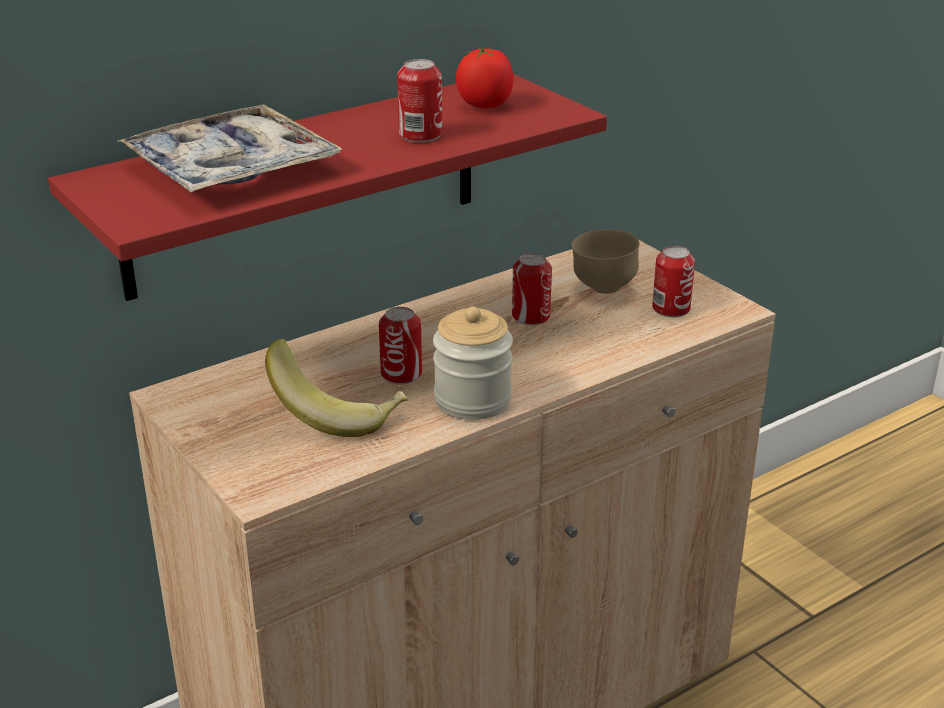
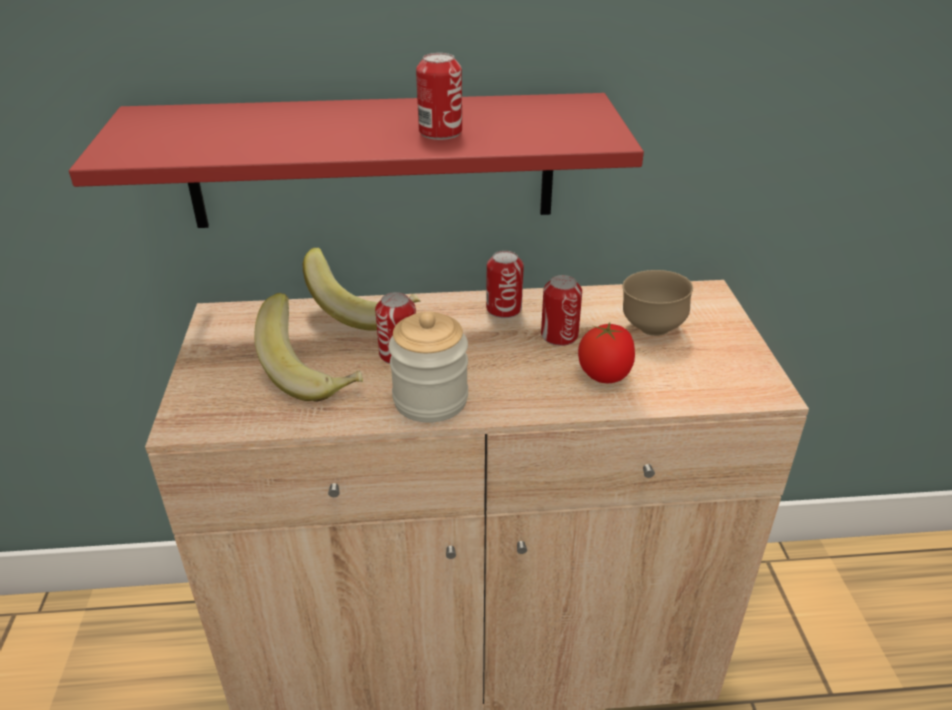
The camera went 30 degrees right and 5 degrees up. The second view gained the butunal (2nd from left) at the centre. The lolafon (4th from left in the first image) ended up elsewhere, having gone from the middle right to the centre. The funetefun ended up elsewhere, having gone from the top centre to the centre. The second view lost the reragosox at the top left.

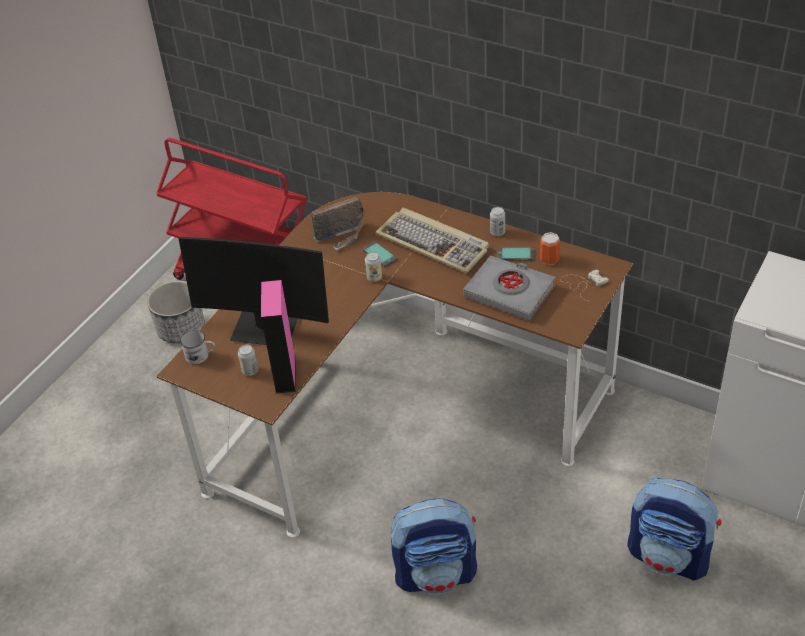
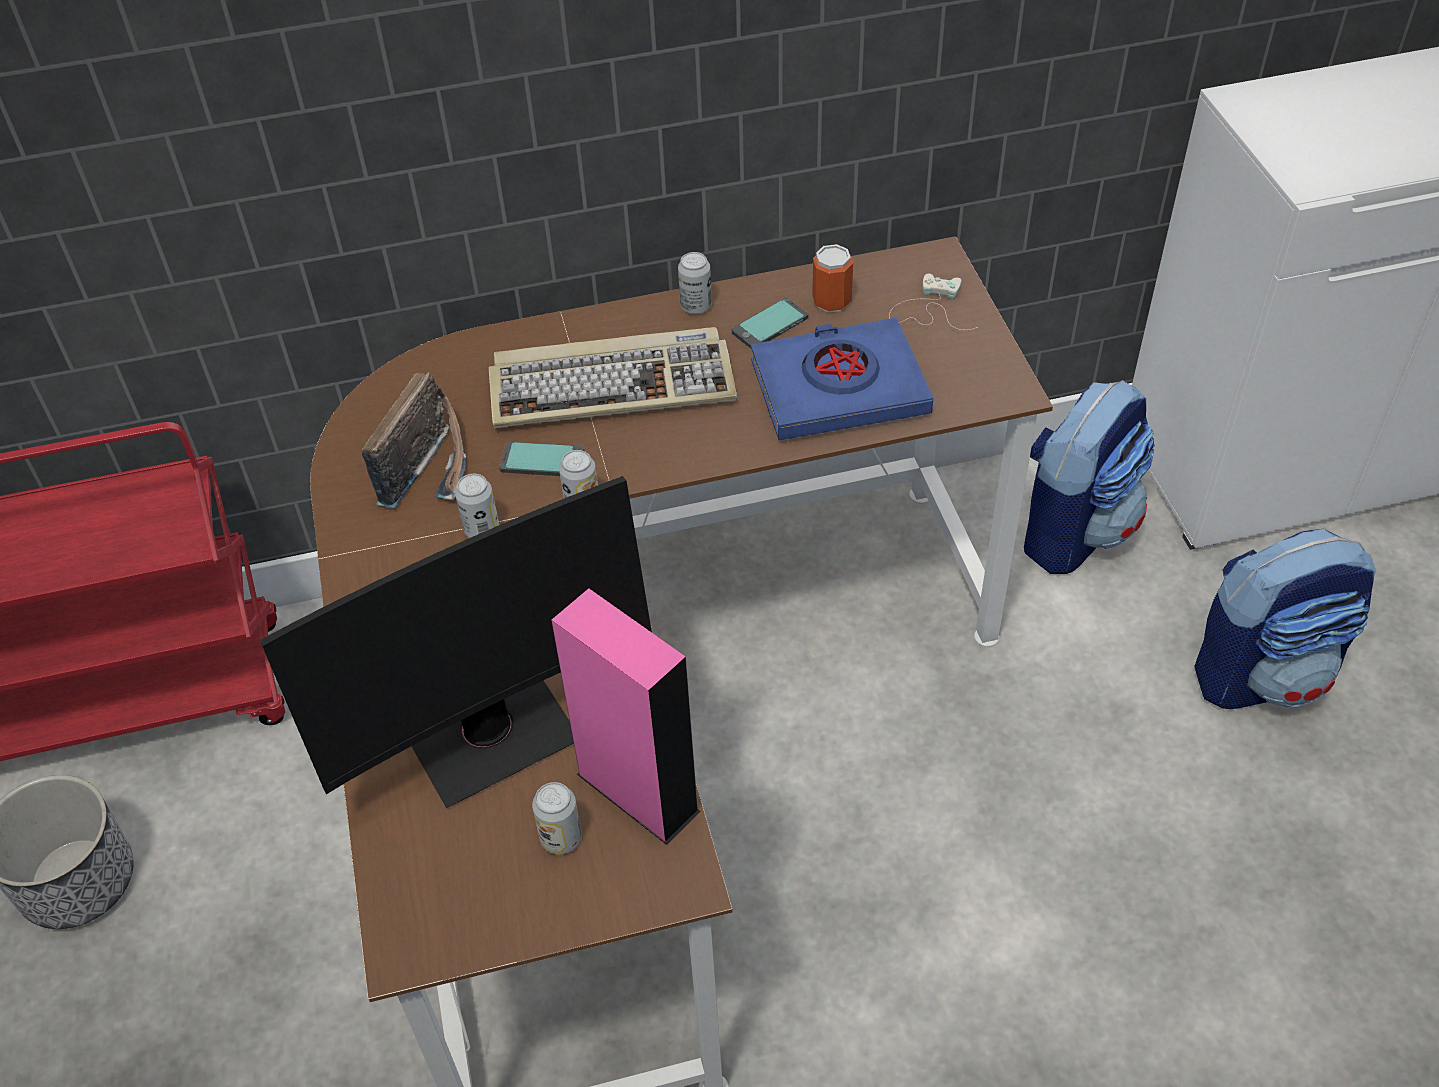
The camera went 45 degrees left and 5 degrees up. The second view gained the lolafon (1st from left) at the middle left. What was the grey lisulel at the centre turned into the blue lisulel at the centre. The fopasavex (1st from left) ended up elsewhere, having gone from the bottom centre to the middle right. The second view lost the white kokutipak at the middle left.

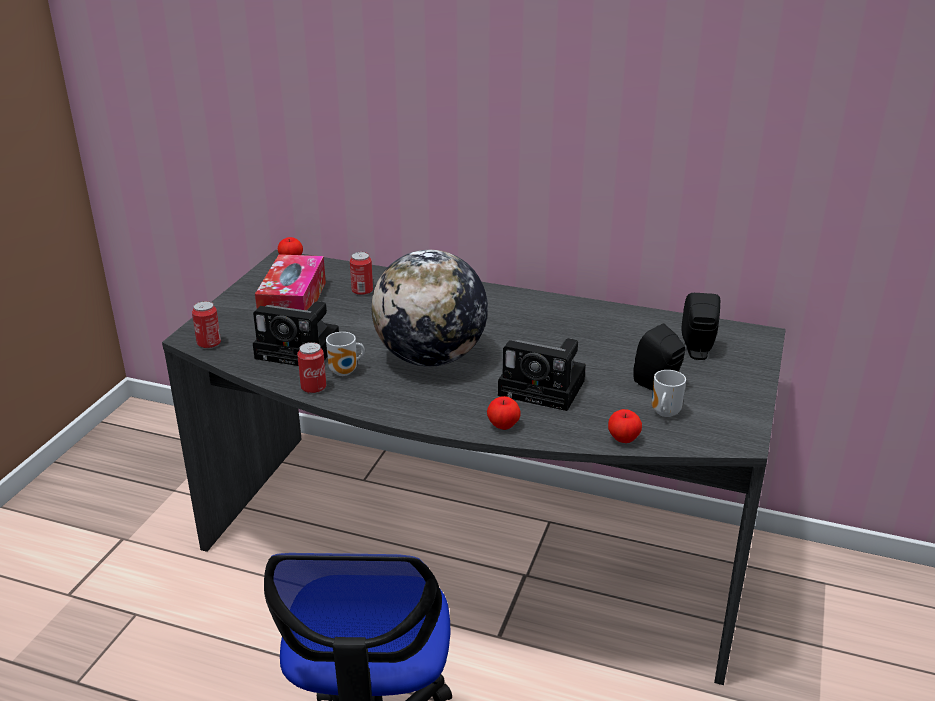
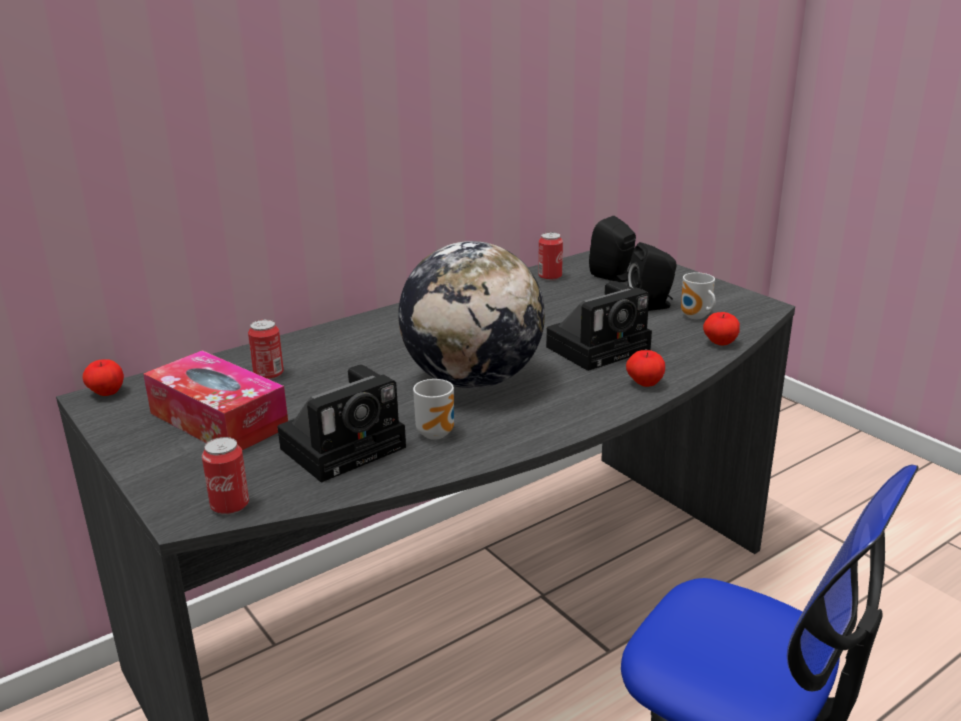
The camera went 55 degrees left and 5 degrees down. The lolafon (2nd from left in the first image) ended up elsewhere, having gone from the middle left to the centre.

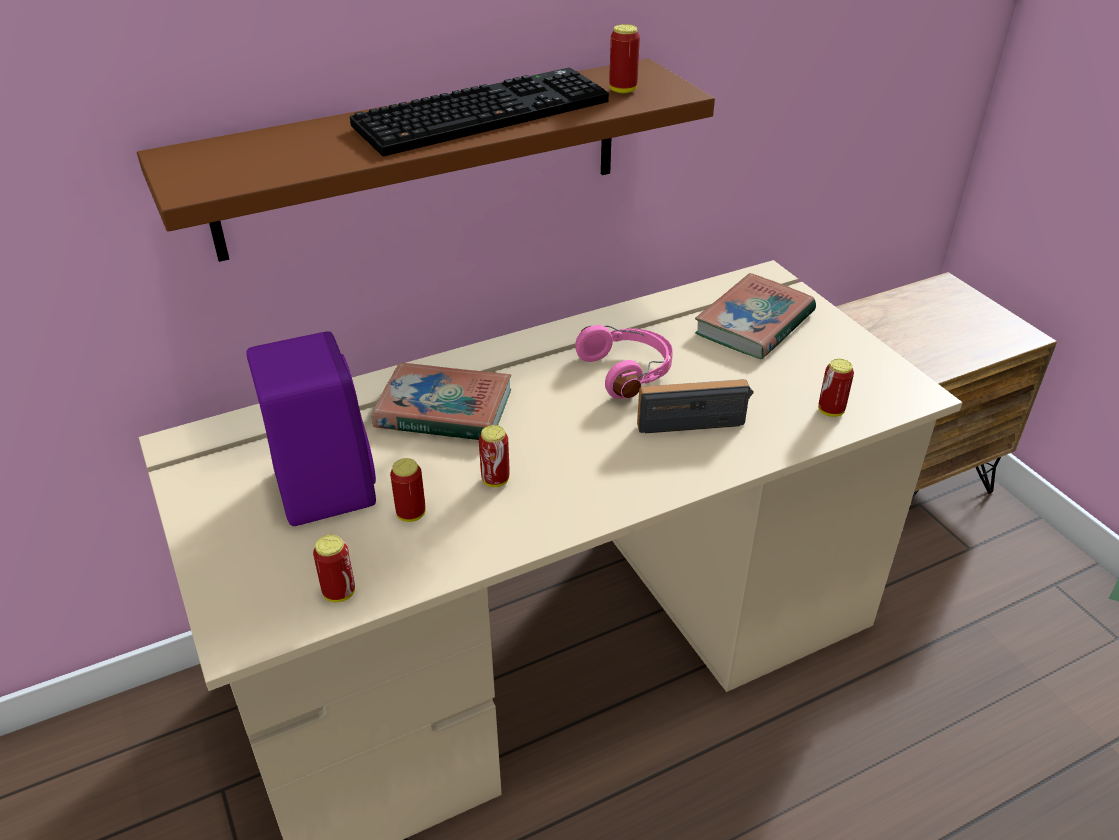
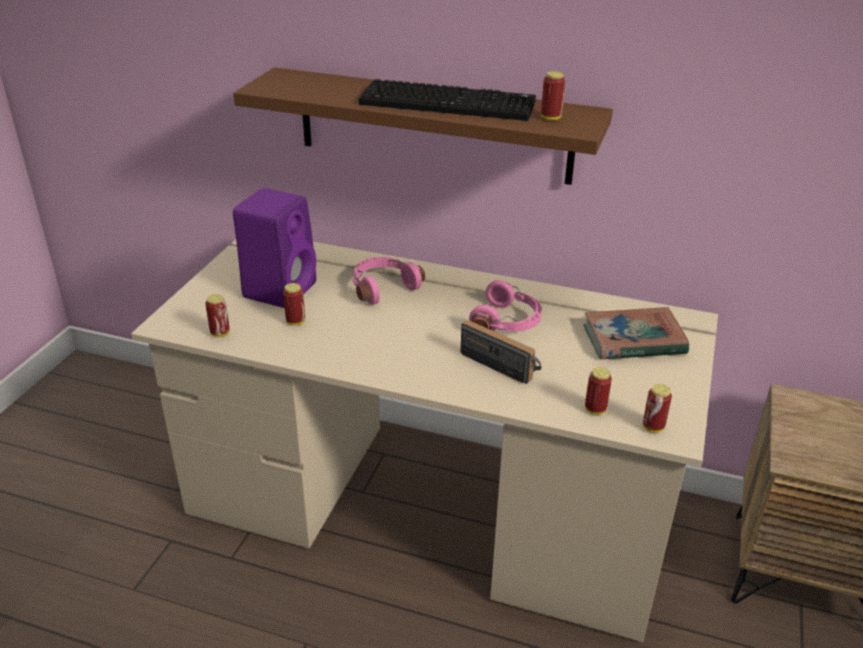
The camera went 45 degrees right and 5 degrees down. Where the lisulel (1st from left) stood at the centre, the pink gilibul (1st from left) came to stand at the centre. The lolafon (3rd from left in the first image) ended up elsewhere, having gone from the centre to the middle right.

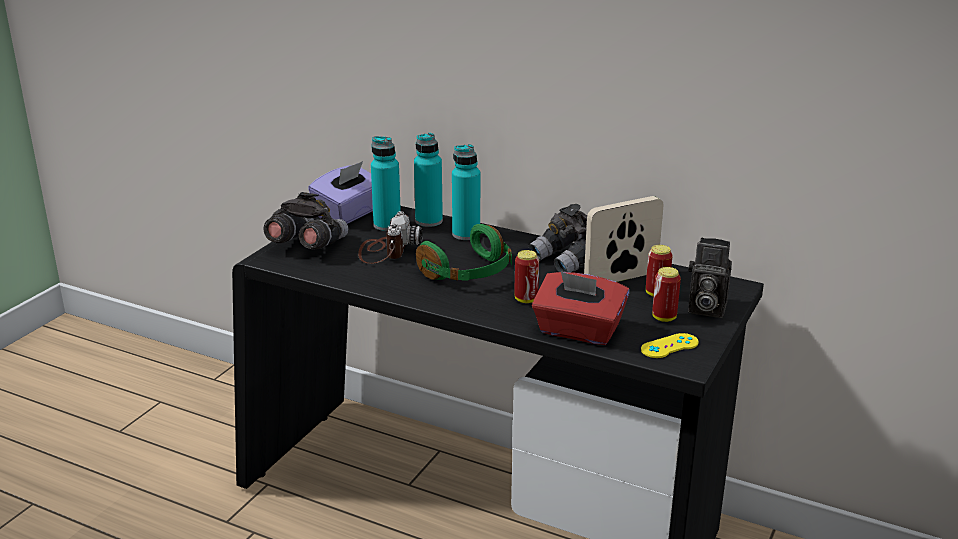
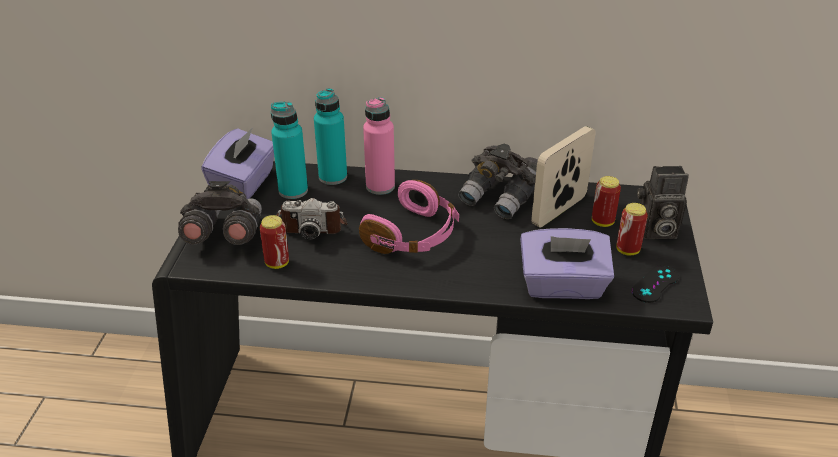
The camera went 20 degrees left and 10 degrees up. The lolafon (1st from left) ended up elsewhere, having gone from the centre to the middle left. The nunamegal (1st from left) at the centre ended up facing another way, 105 degrees clockwise from before. What was the green gilibul at the centre turned into the pink gilibul at the centre. What was the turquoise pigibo (3rd from left) at the centre turned into the pink pigibo at the top centre. What was the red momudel at the centre turned into the purple momudel (2nd from left) at the middle right. What was the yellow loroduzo at the middle right turned into the black loroduzo at the middle right.

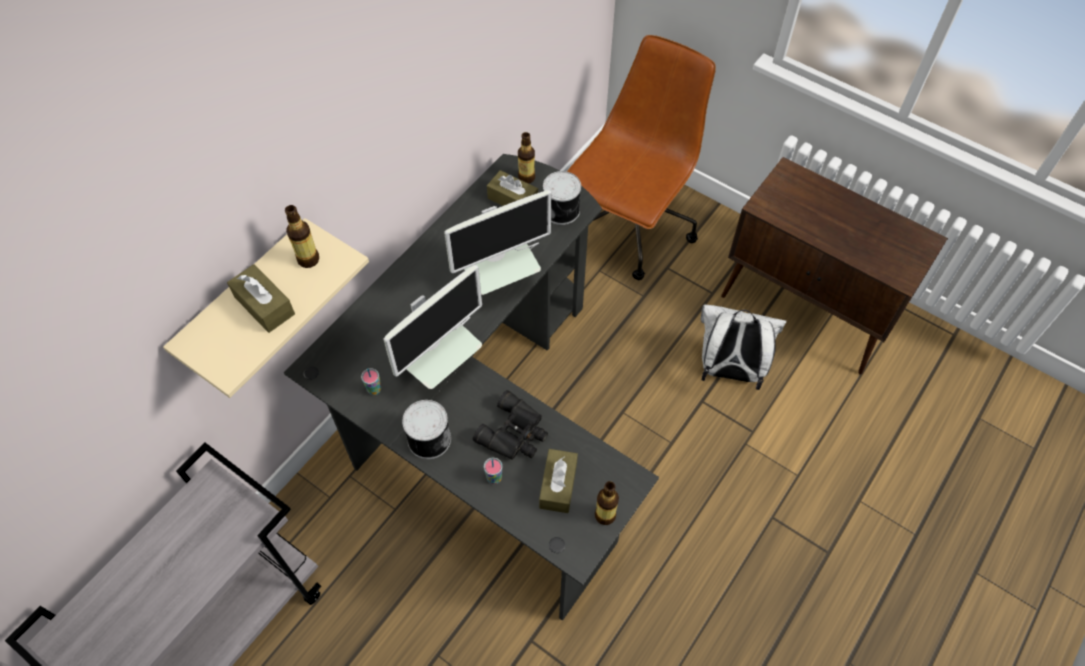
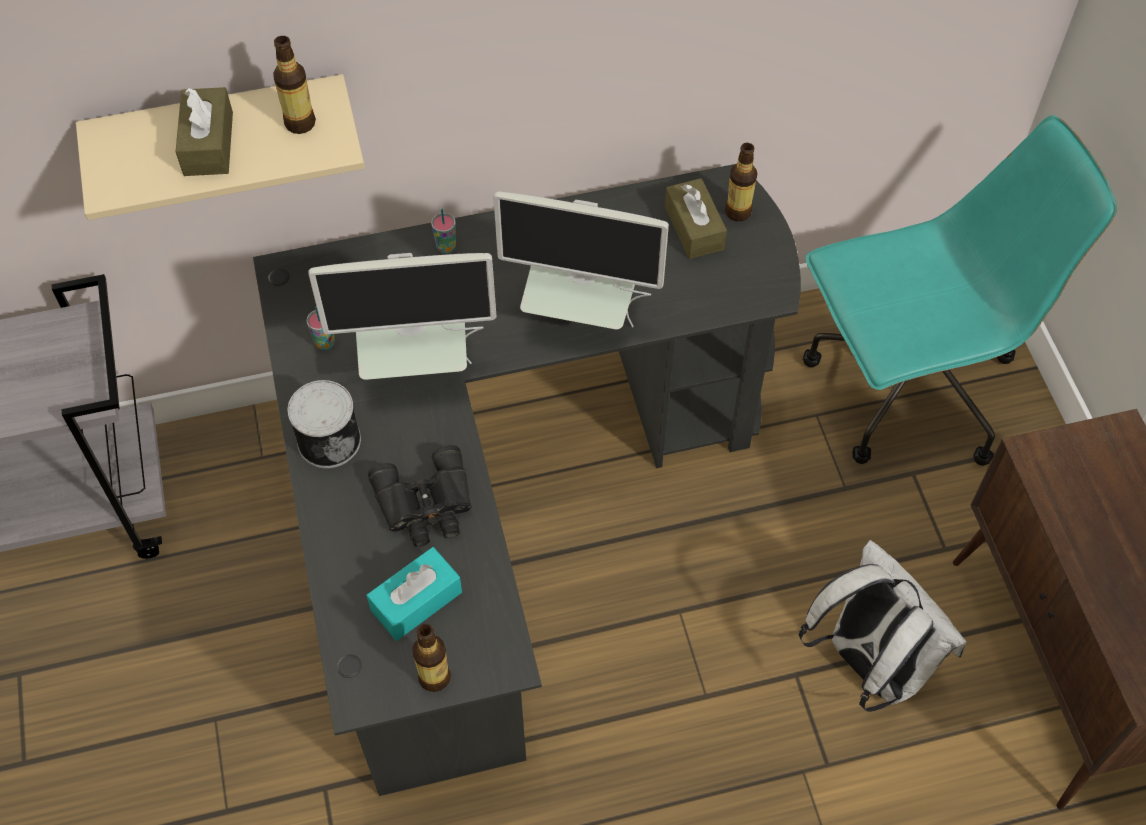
The camera went 40 degrees right and 0 degrees up. What was the brown momudel (3rd from left) at the bottom centre turned into the turquoise momudel at the bottom centre. The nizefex (2nd from left) ended up elsewhere, having gone from the bottom centre to the top centre. What was the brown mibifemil at the top centre turned into the turquoise mibifemil at the middle right. The second view lost the lolafon (2nd from left) at the top centre.

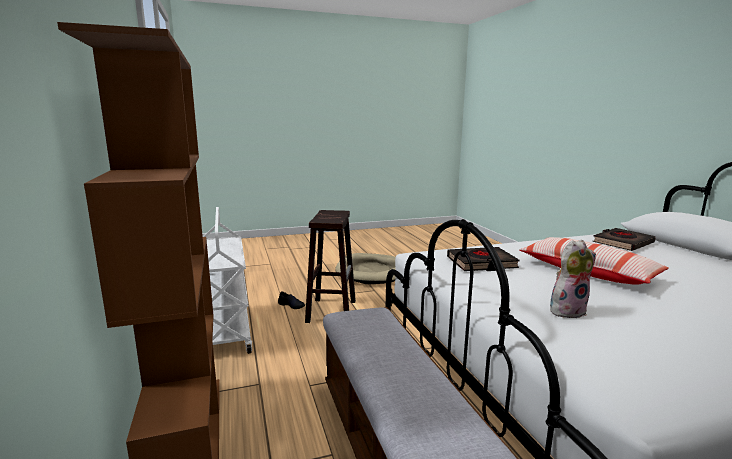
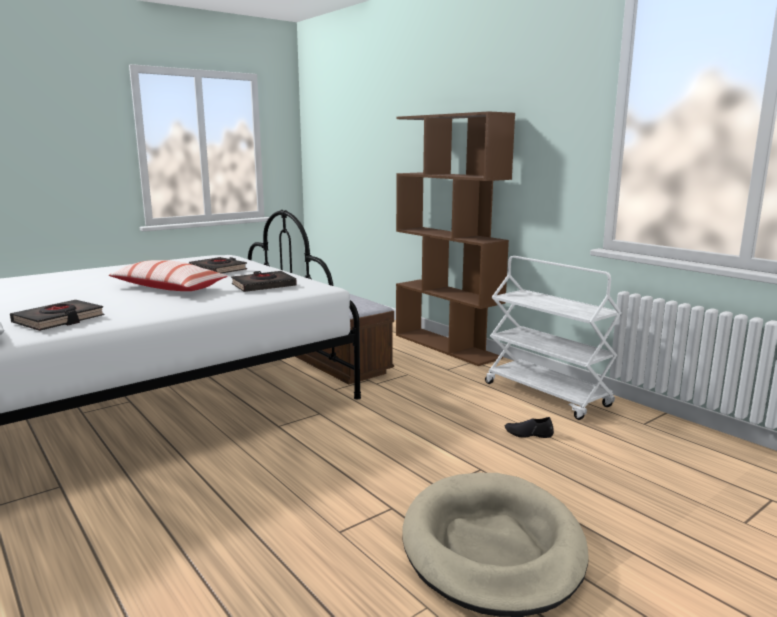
The camera went 160 degrees right and 0 degrees up. Where the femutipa stood at the middle right, the black lisulel (2nd from left) came to stand at the middle left. The second view lost the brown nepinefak at the centre.

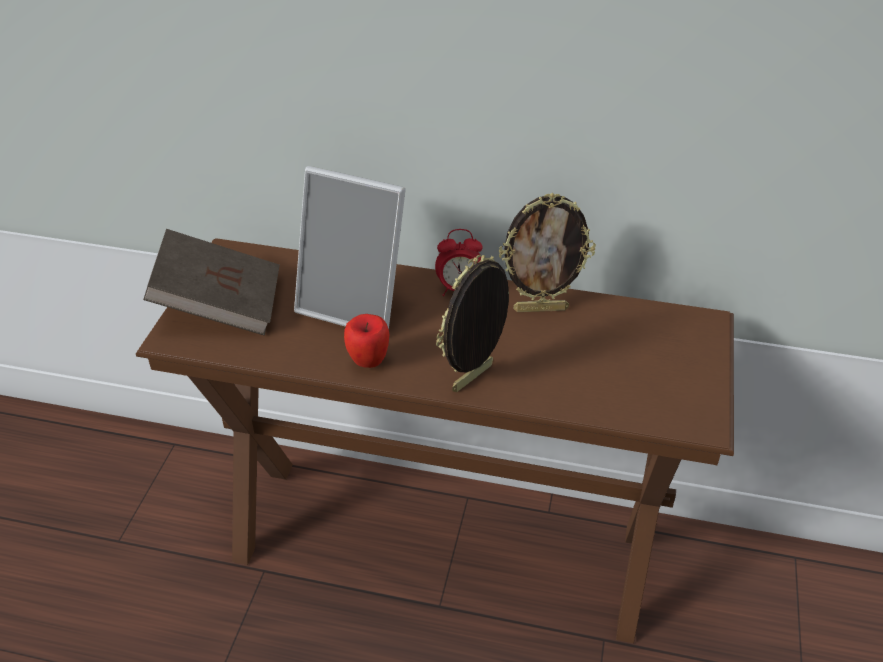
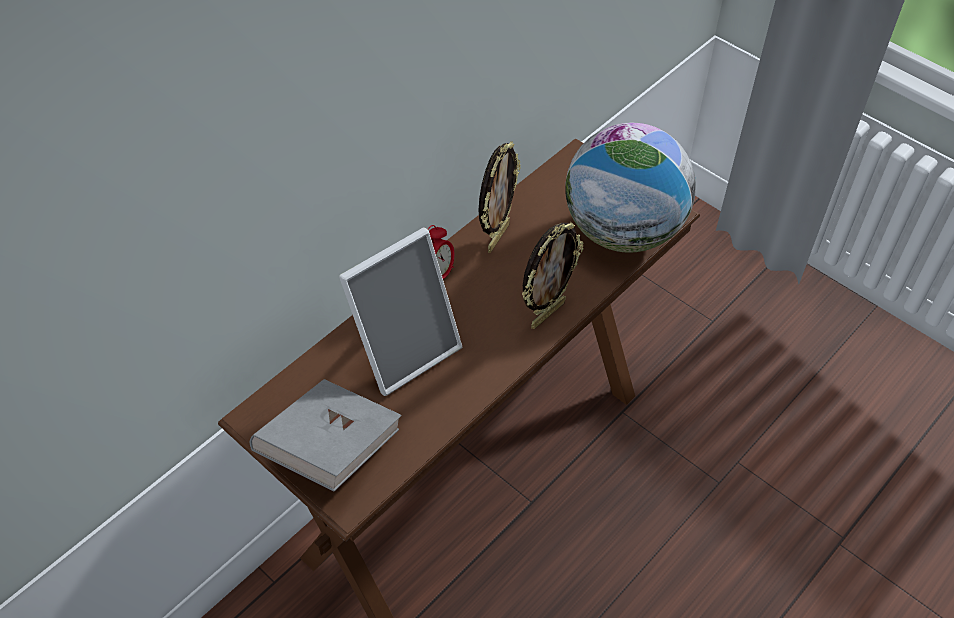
The camera went 60 degrees left and 10 degrees up. What was the brown lisulel at the middle left turned into the grey lisulel at the bottom centre. The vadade (2nd from left in the first image) at the centre ended up facing another way, 120 degrees counterclockwise from before. The second view gained the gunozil at the top centre. The second view lost the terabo at the centre.

